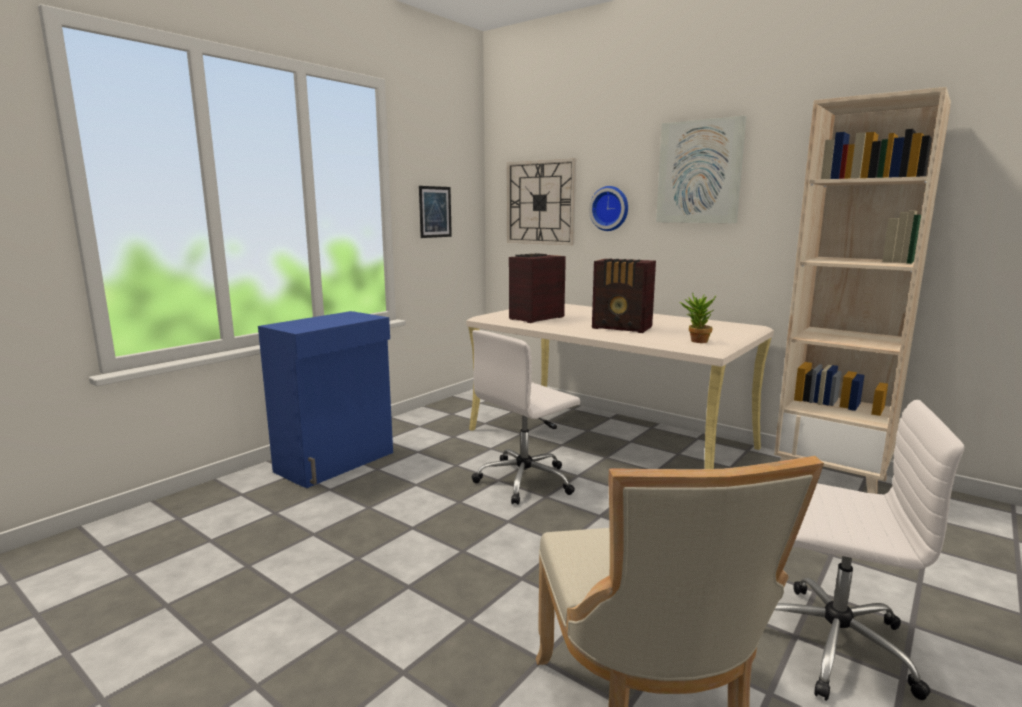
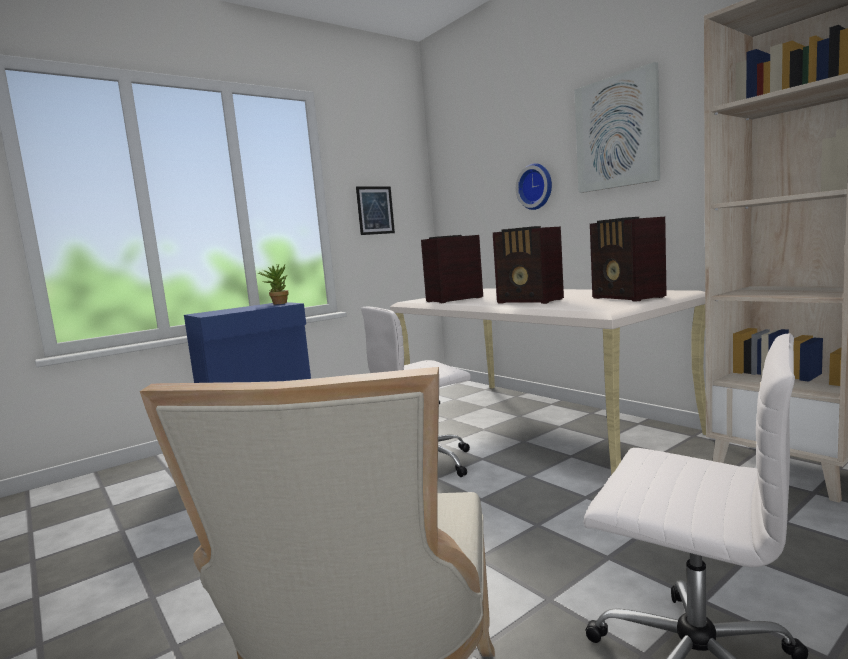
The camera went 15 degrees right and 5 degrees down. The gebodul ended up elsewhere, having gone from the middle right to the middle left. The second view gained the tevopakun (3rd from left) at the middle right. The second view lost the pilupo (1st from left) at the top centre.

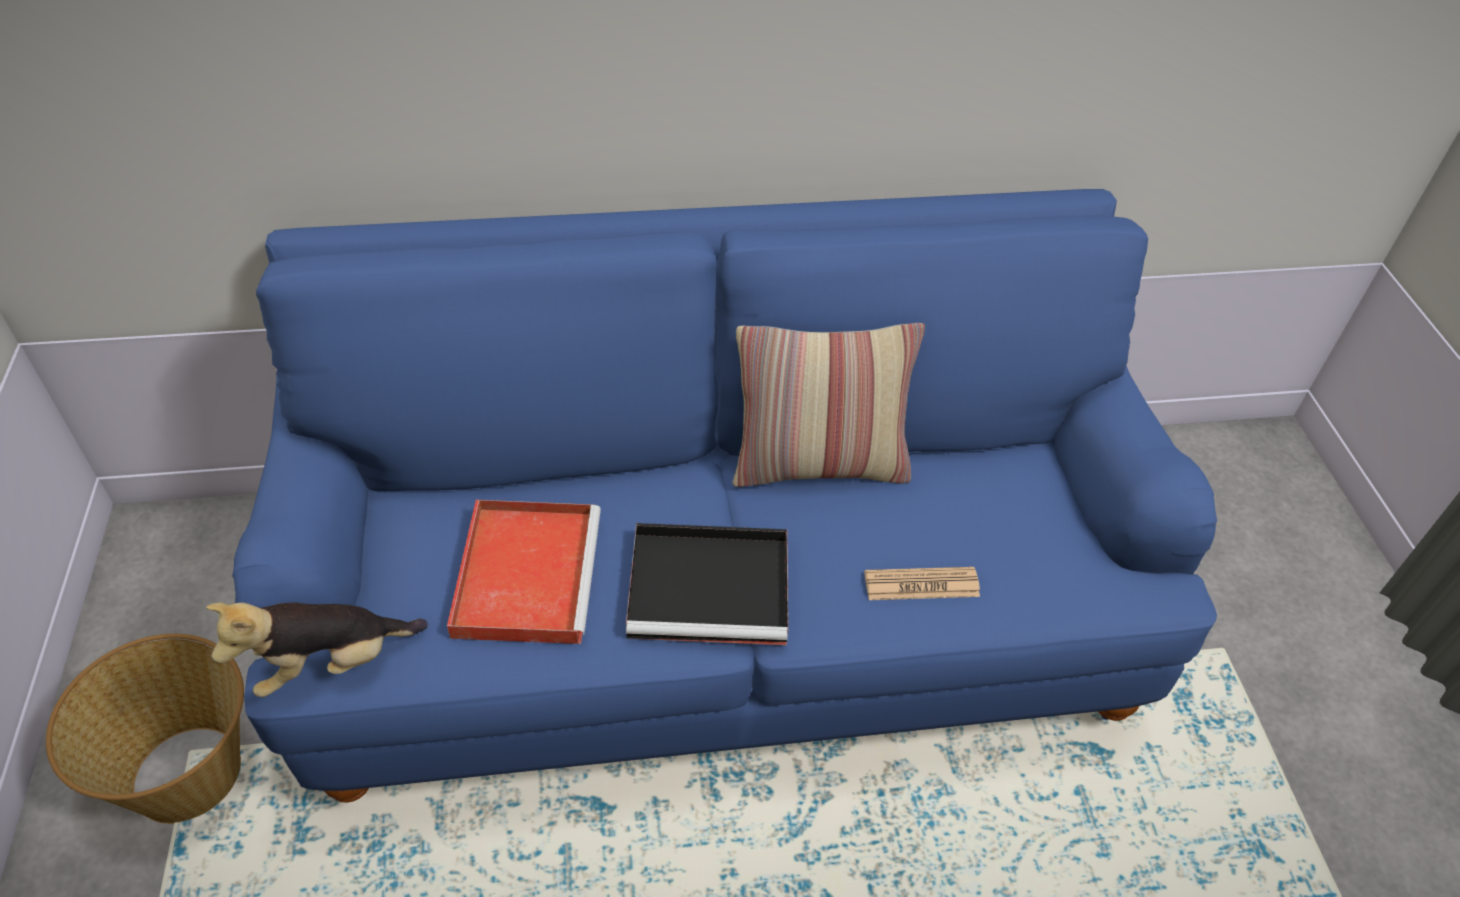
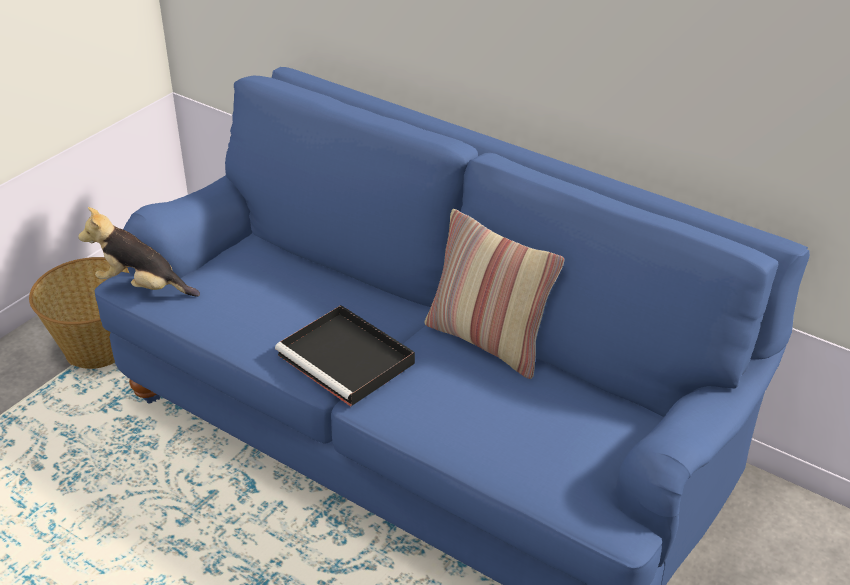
The camera went 45 degrees right and 10 degrees down. The second view lost the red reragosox at the centre. The second view lost the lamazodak at the centre.

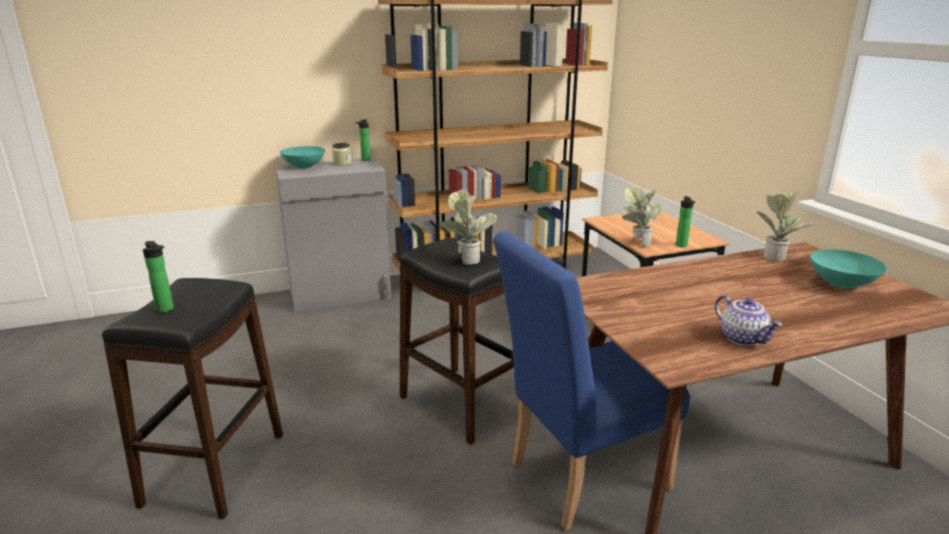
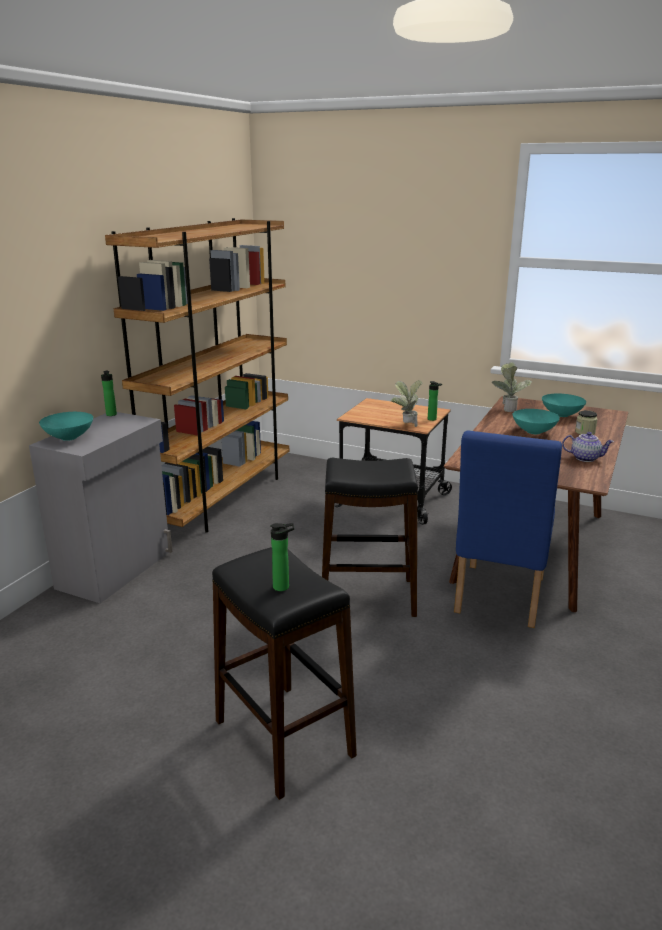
The camera went 45 degrees left and 0 degrees up. The second view gained the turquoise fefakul (2nd from left) at the middle right. The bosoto ended up elsewhere, having gone from the top centre to the middle right. The second view lost the gebodul (1st from left) at the centre.

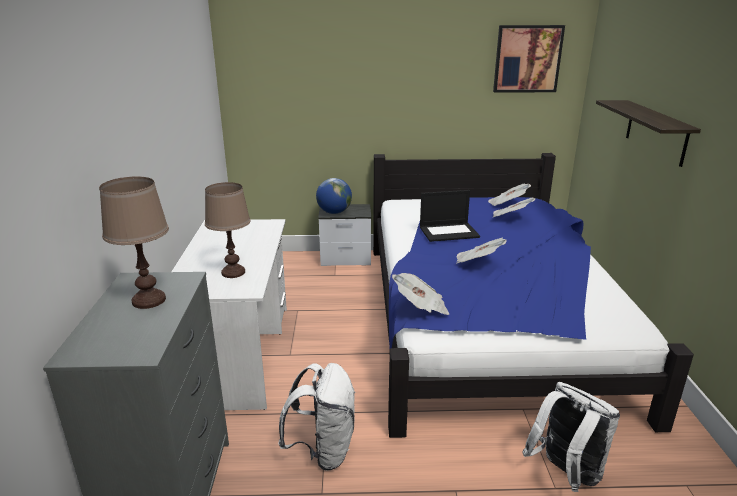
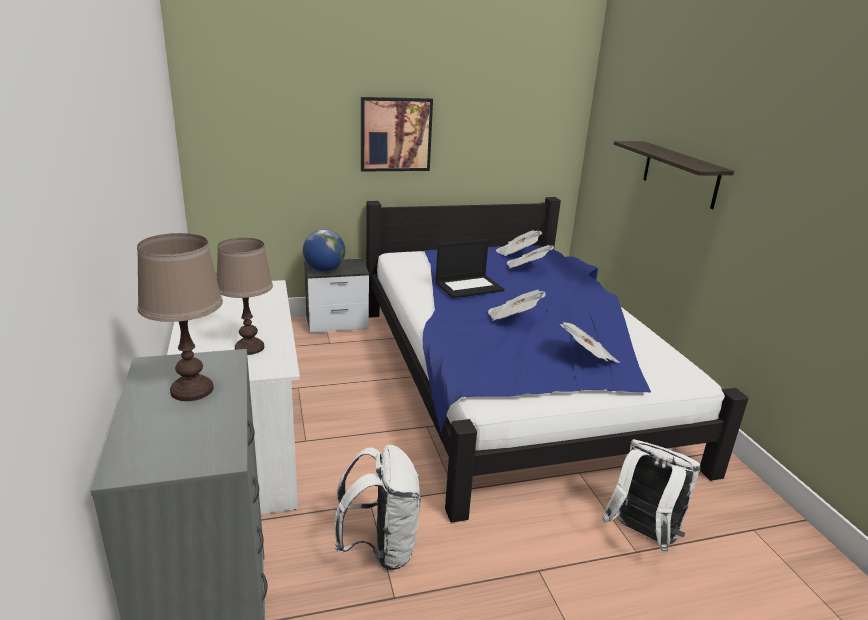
The camera went 15 degrees left and 0 degrees up. The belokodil ended up elsewhere, having gone from the top right to the top centre. The lamazodak (1st from left in the first image) ended up elsewhere, having gone from the centre to the middle right.

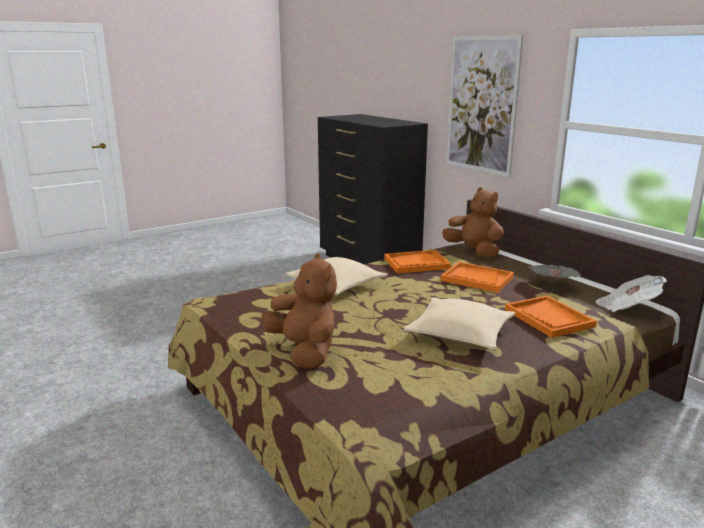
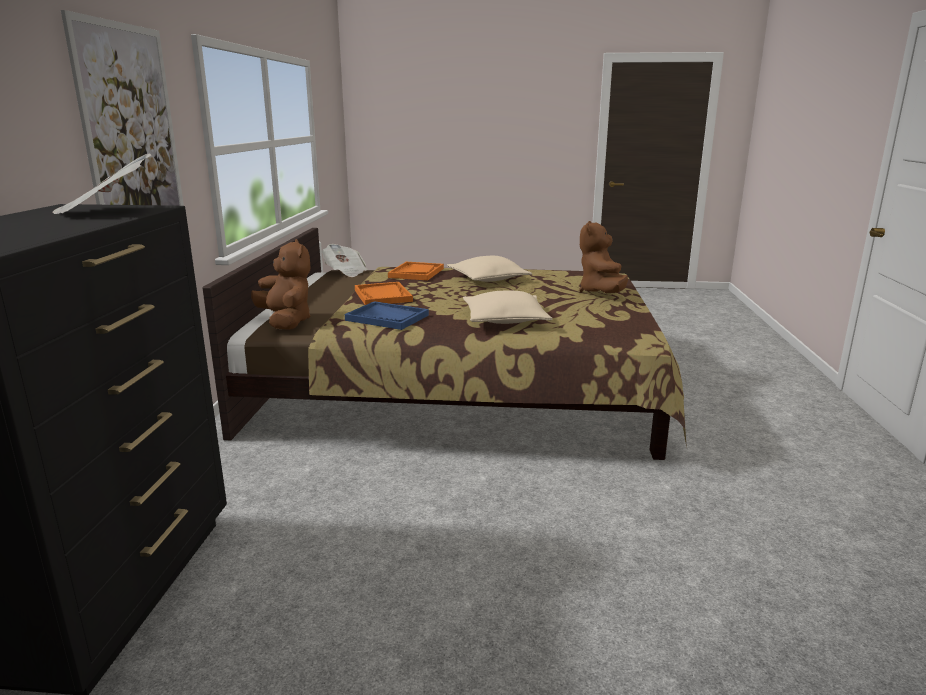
The camera went 140 degrees left and 0 degrees up. The lamazodak (1st from left) ended up elsewhere, having gone from the middle right to the top left. The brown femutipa (2nd from left in the first image) at the middle right ended up facing another way, 150 degrees clockwise from before. What was the orange reragosox (1st from left) at the centre turned into the blue reragosox at the centre.

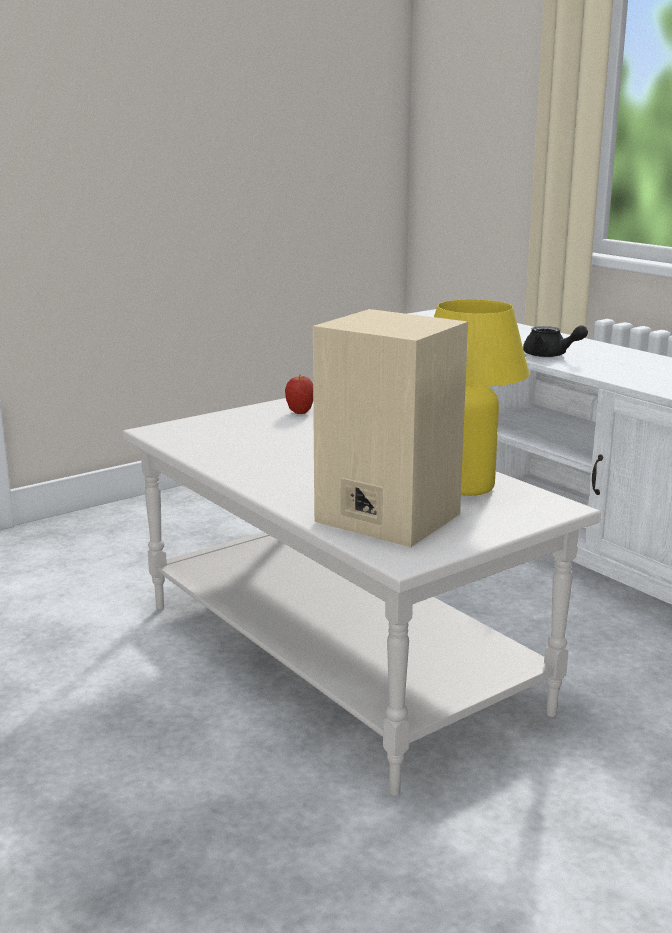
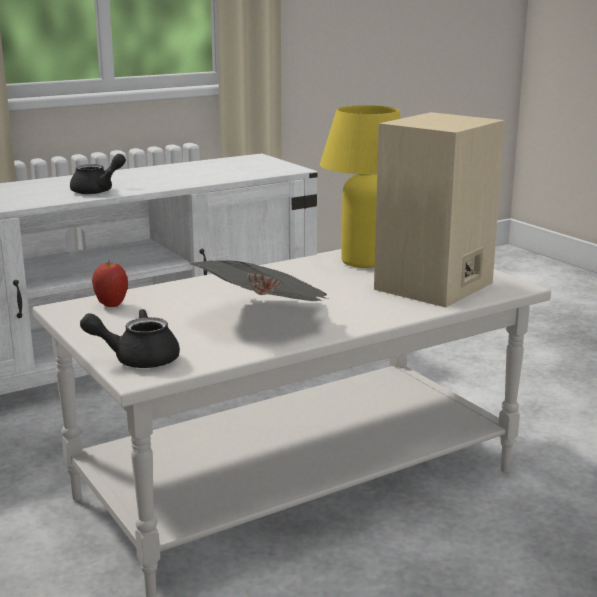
The camera went 85 degrees left and 0 degrees up. The second view gained the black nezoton (2nd from left) at the middle left. The second view gained the lamazodak at the centre.

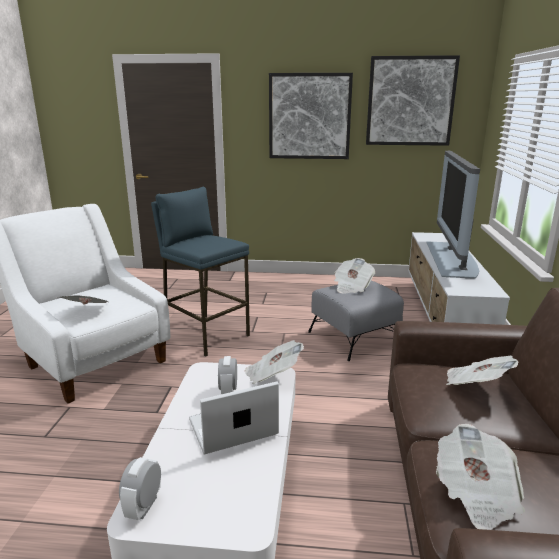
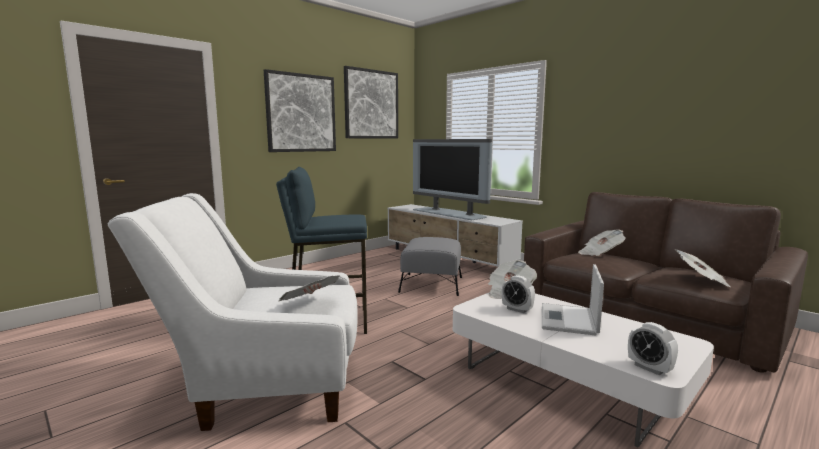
The camera went 50 degrees left and 10 degrees down. The second view lost the lamazodak (3rd from left) at the centre.

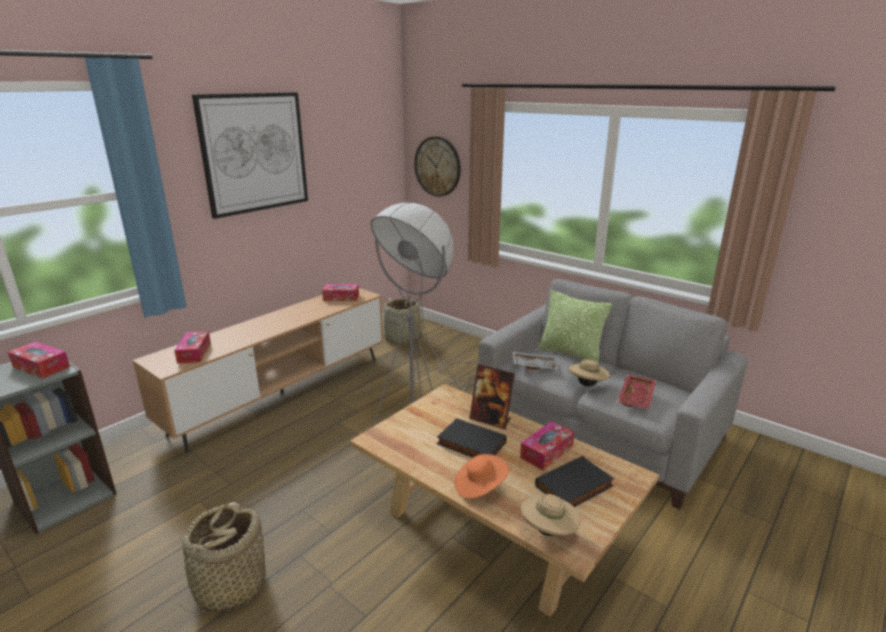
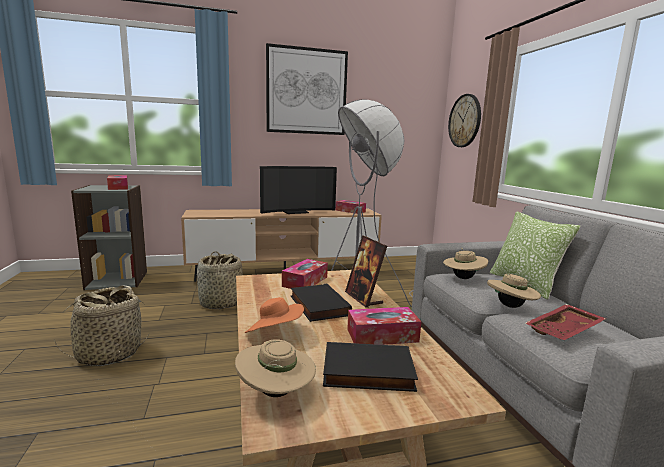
The camera went 35 degrees right and 10 degrees down. The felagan (2nd from left) ended up elsewhere, having gone from the centre to the middle left. The second view gained the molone at the centre. The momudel (2nd from left) ended up elsewhere, having gone from the middle left to the centre. Where the grey reragosox stood at the centre, the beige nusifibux (2nd from left) came to stand at the middle right.

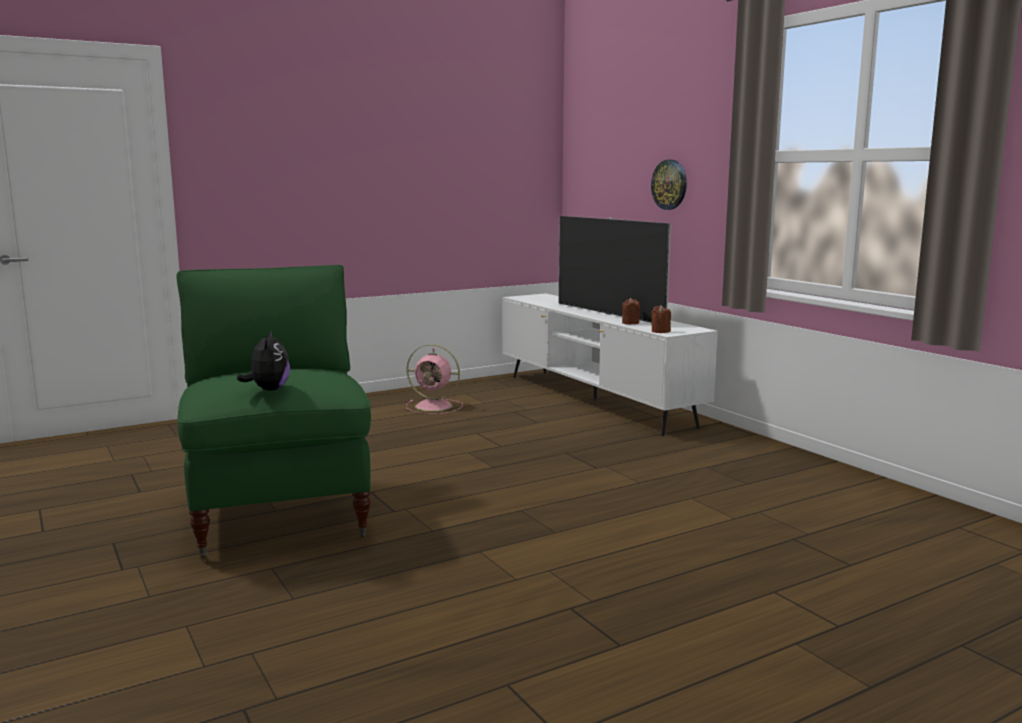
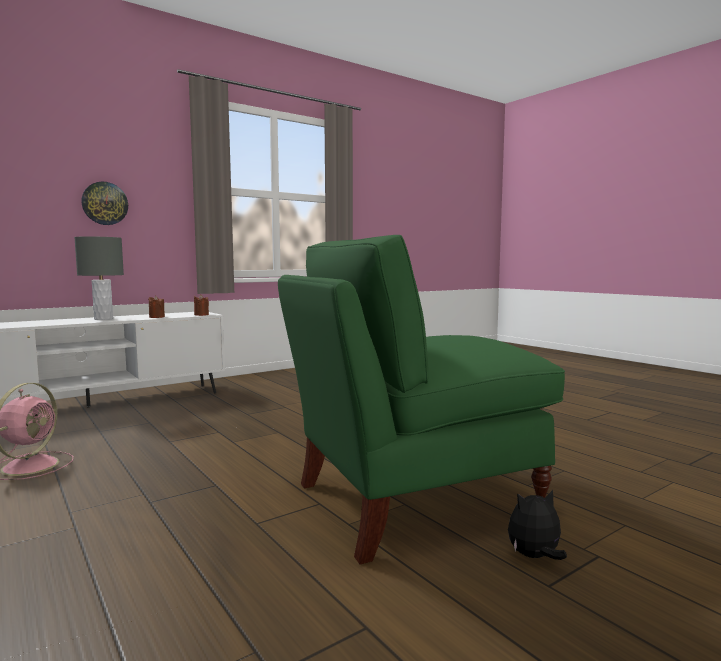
The camera went 95 degrees left and 5 degrees down. Where the molone stood at the centre, the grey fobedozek came to stand at the middle left. The femutipa ended up elsewhere, having gone from the middle left to the bottom right.

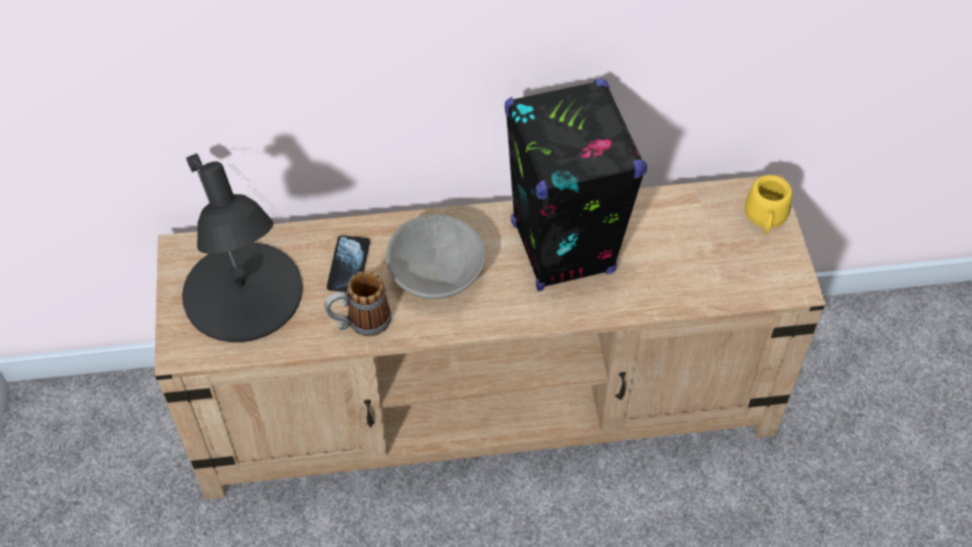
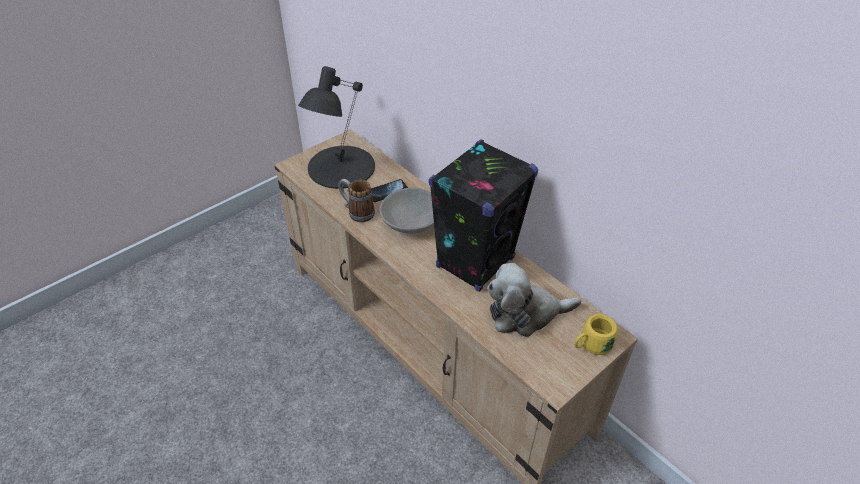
The camera went 55 degrees right and 10 degrees down. The second view gained the femutipa at the centre.

